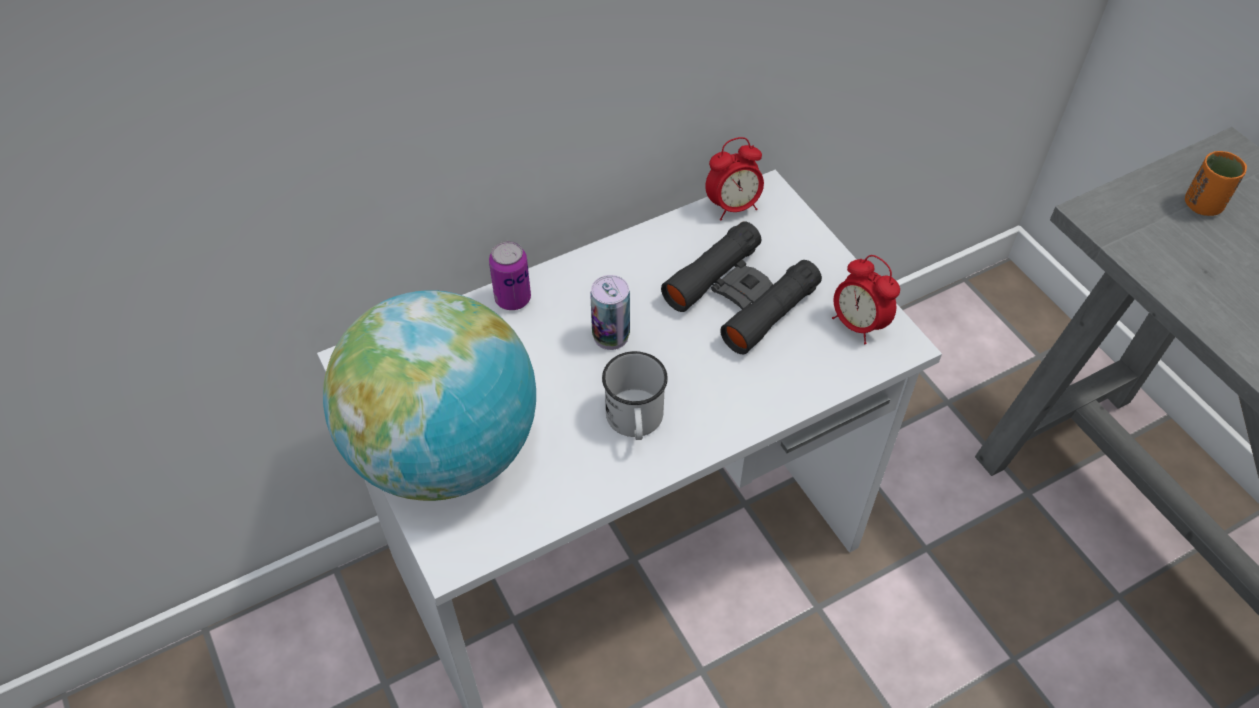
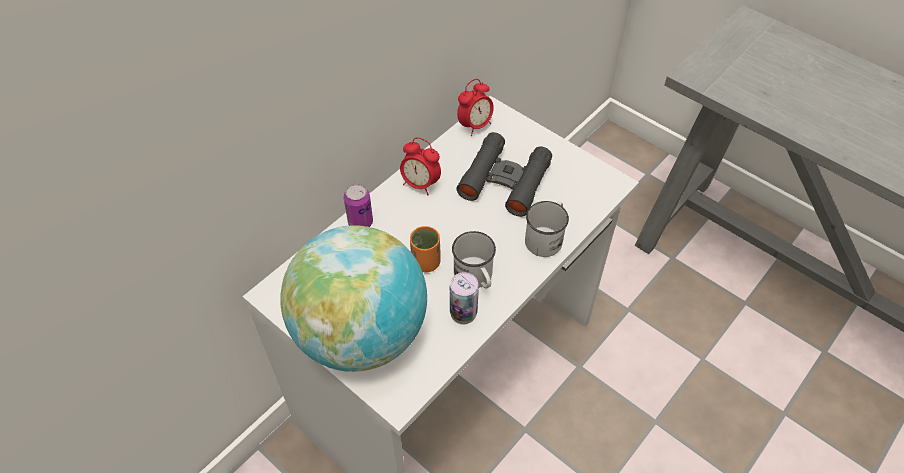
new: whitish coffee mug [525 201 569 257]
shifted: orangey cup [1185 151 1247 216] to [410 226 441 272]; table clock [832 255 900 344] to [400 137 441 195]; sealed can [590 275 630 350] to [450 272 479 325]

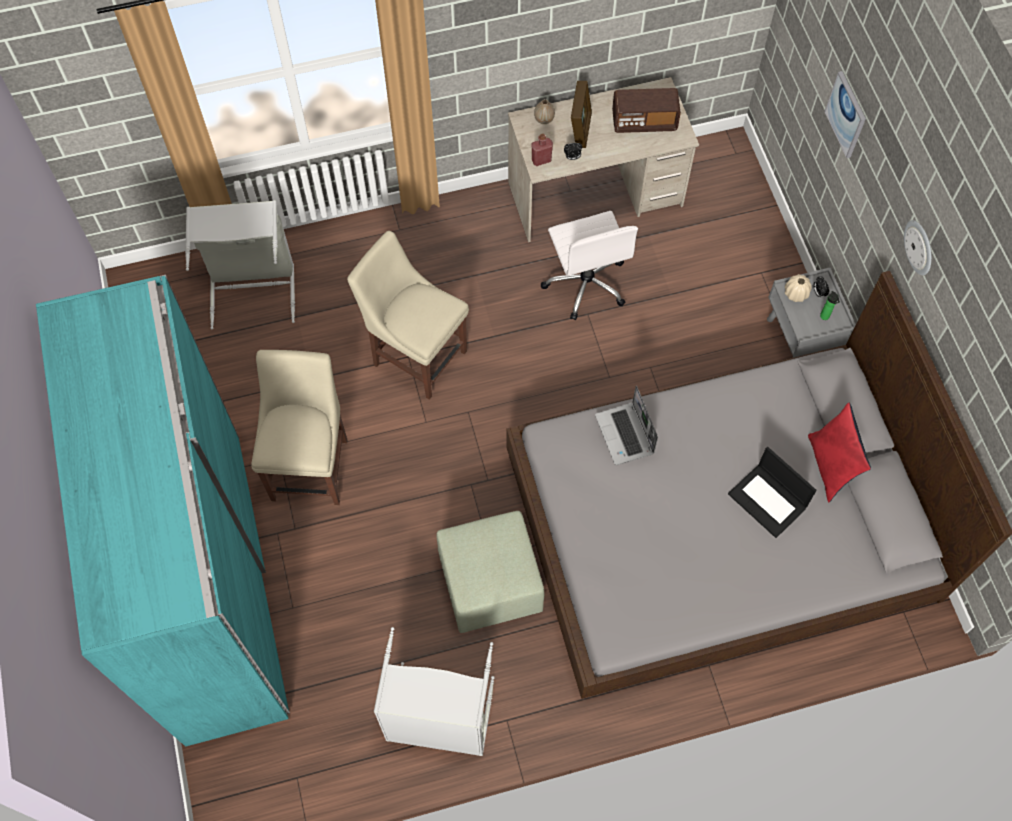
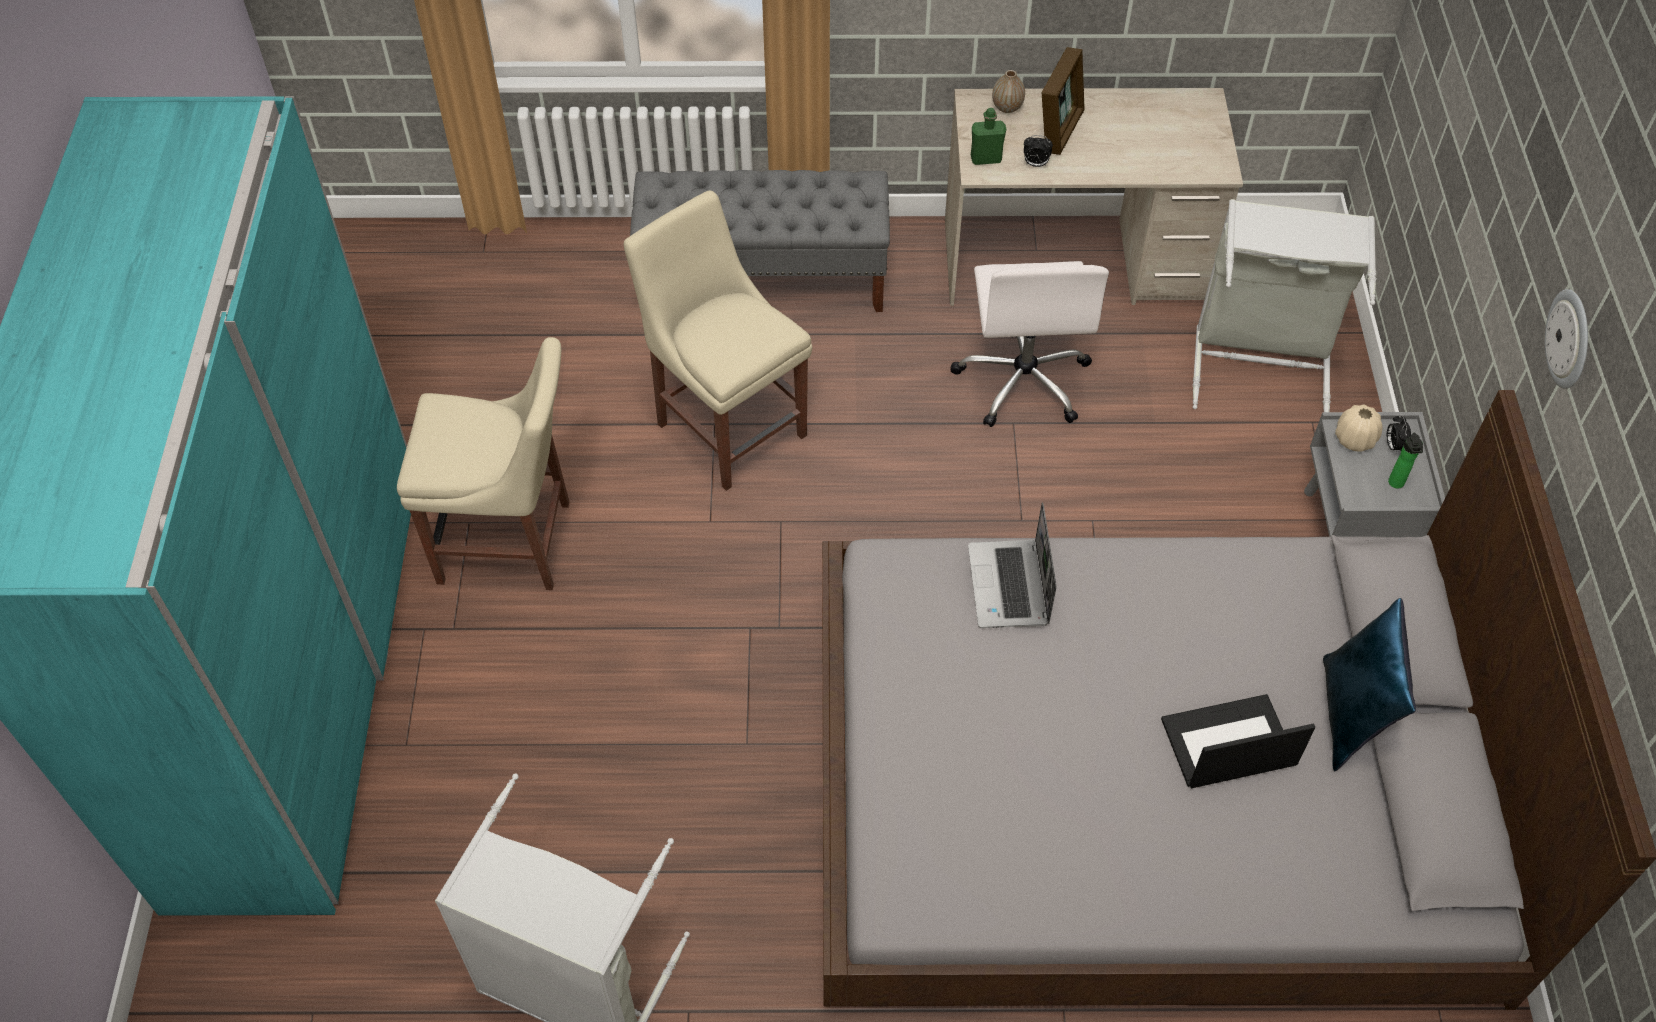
gone: wall picture [824 71 866 158]; radio receiver [612 88 681 133]; green footrest [436 511 544 633]
new: gray indoor bench [630 170 890 312]
shifted: gray washing basket [185 200 295 329] to [1192 199 1377 412]
repainted: reddish bottle [532 134 553 166] to green bottle [971 108 1006 165]; reddish cushion [808 403 871 502] to bluish cushion [1323 598 1416 771]
rotated: sand-coloured upright chair [251 350 348 505] = [397 337 569 590] 75 degrees clockwise; portable computer [728 447 817 538] = [1161 694 1315 788] 105 degrees clockwise

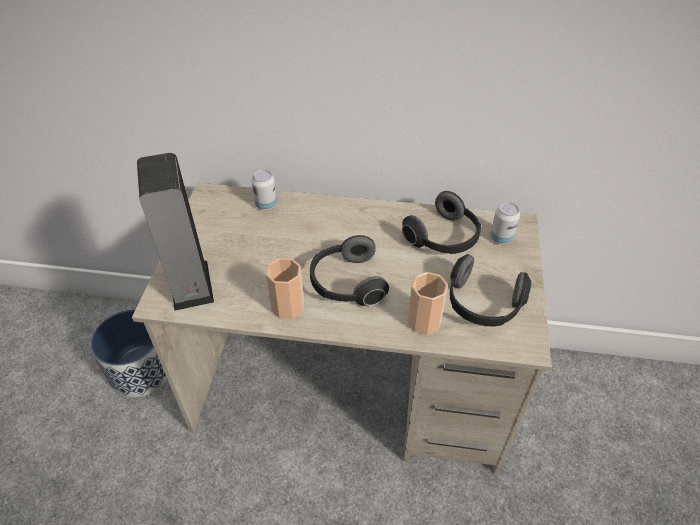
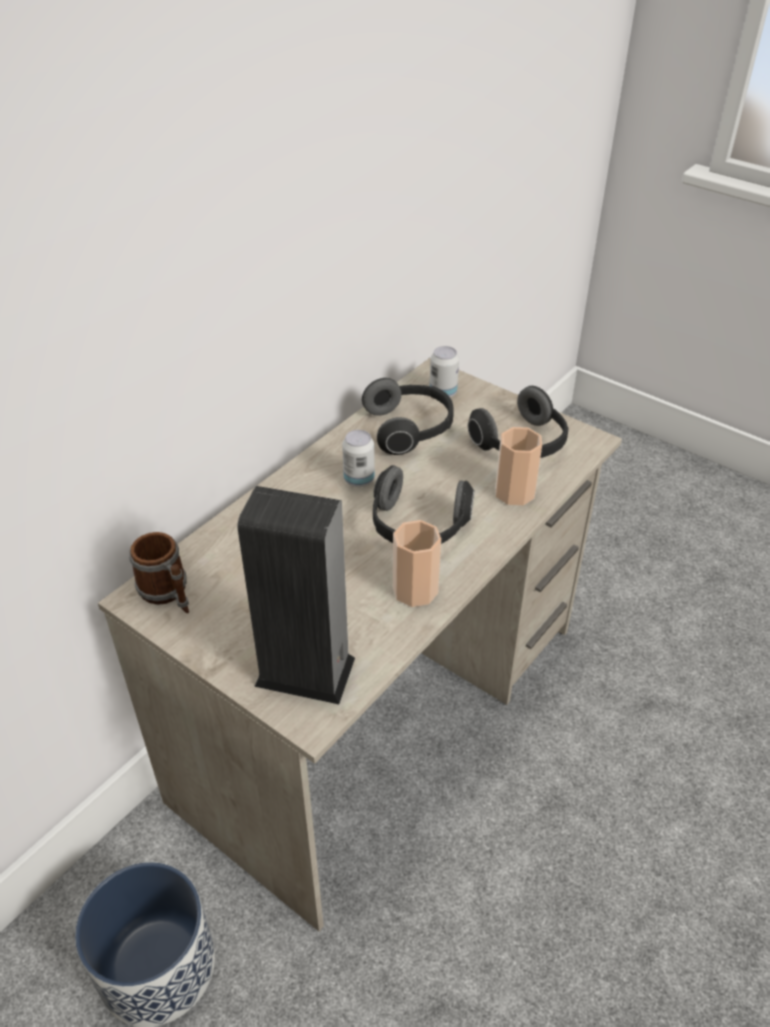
new: coffee mug [129 532 189 613]
shifted: sealed can [252 170 277 210] to [342 430 375 487]

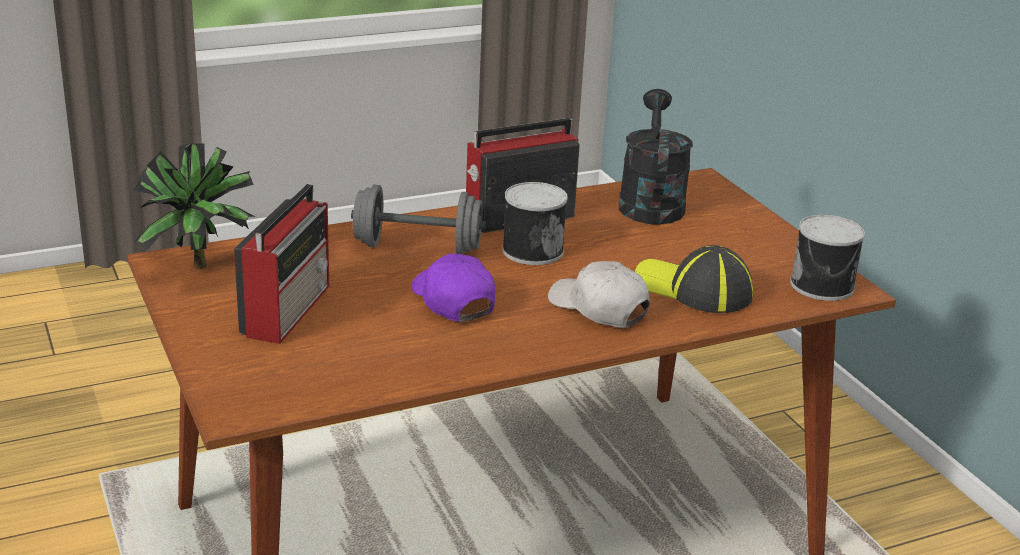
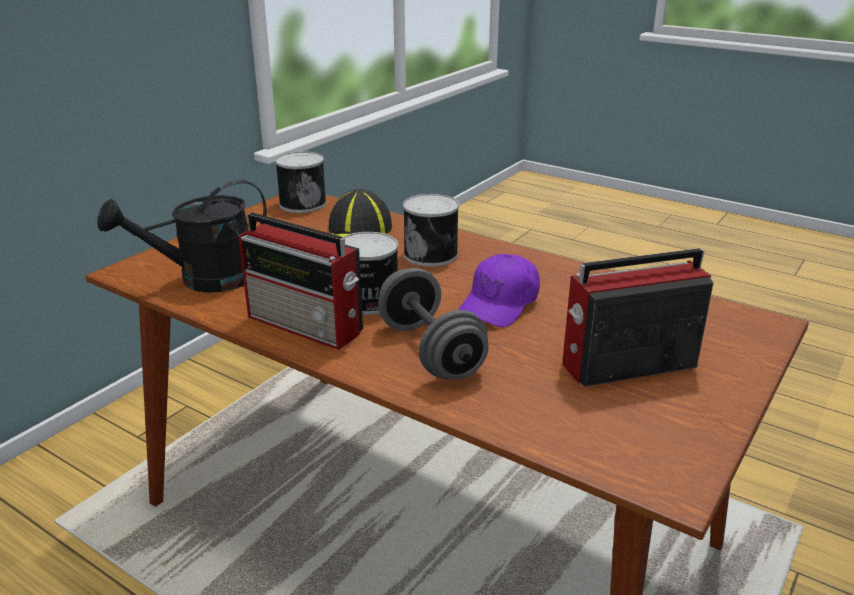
gone: houseplant [132 143 255 269]
swapped: whitish cap [548 261 650 328] to sealed can [403 194 459 267]

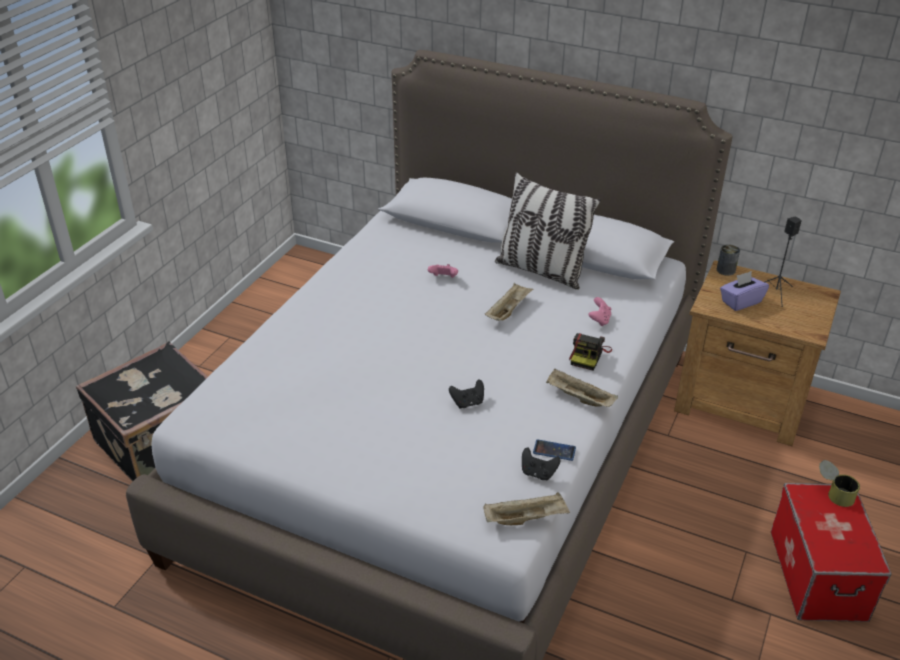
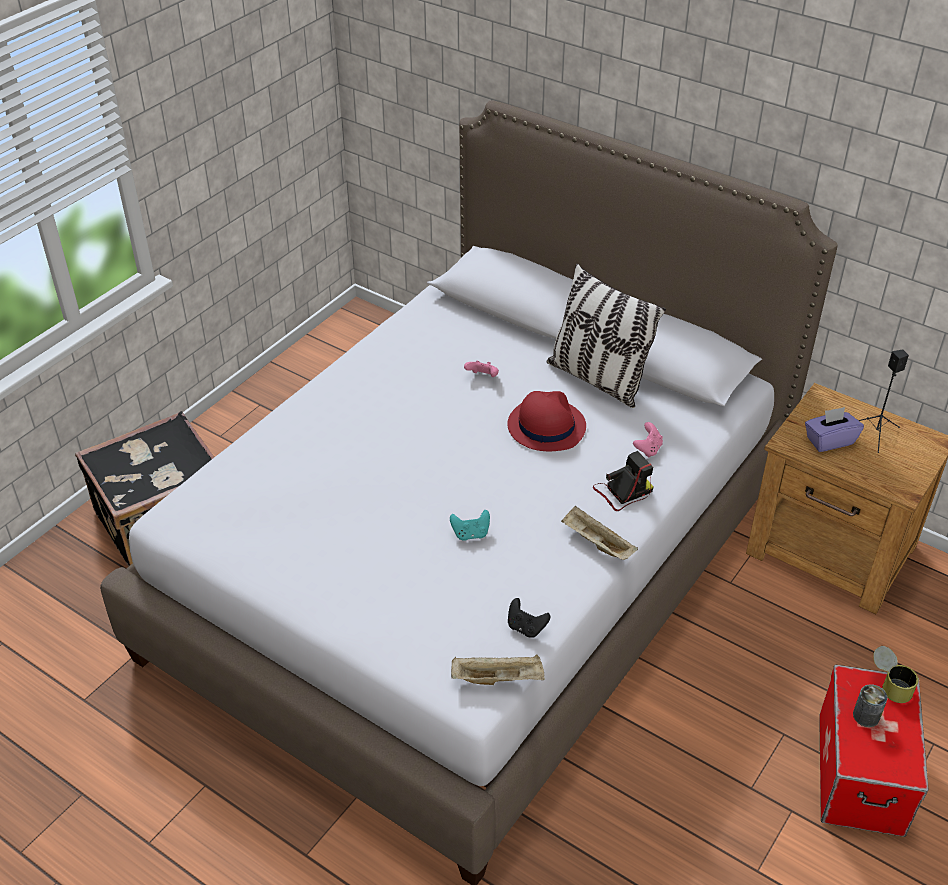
gone: telephone [533 439 576 461]
shifted: sealed can [717 244 740 276] to [853 684 888 727]
swapped: sand-coloured tray [485 283 533 321] to reddish clothing hat [507 391 586 451]
repainted: blackish joypad [449 379 484 408] to blue-green joypad [450 510 490 541]
rotated: still camera [569 333 612 371] = [593 451 654 511] 150 degrees counterclockwise

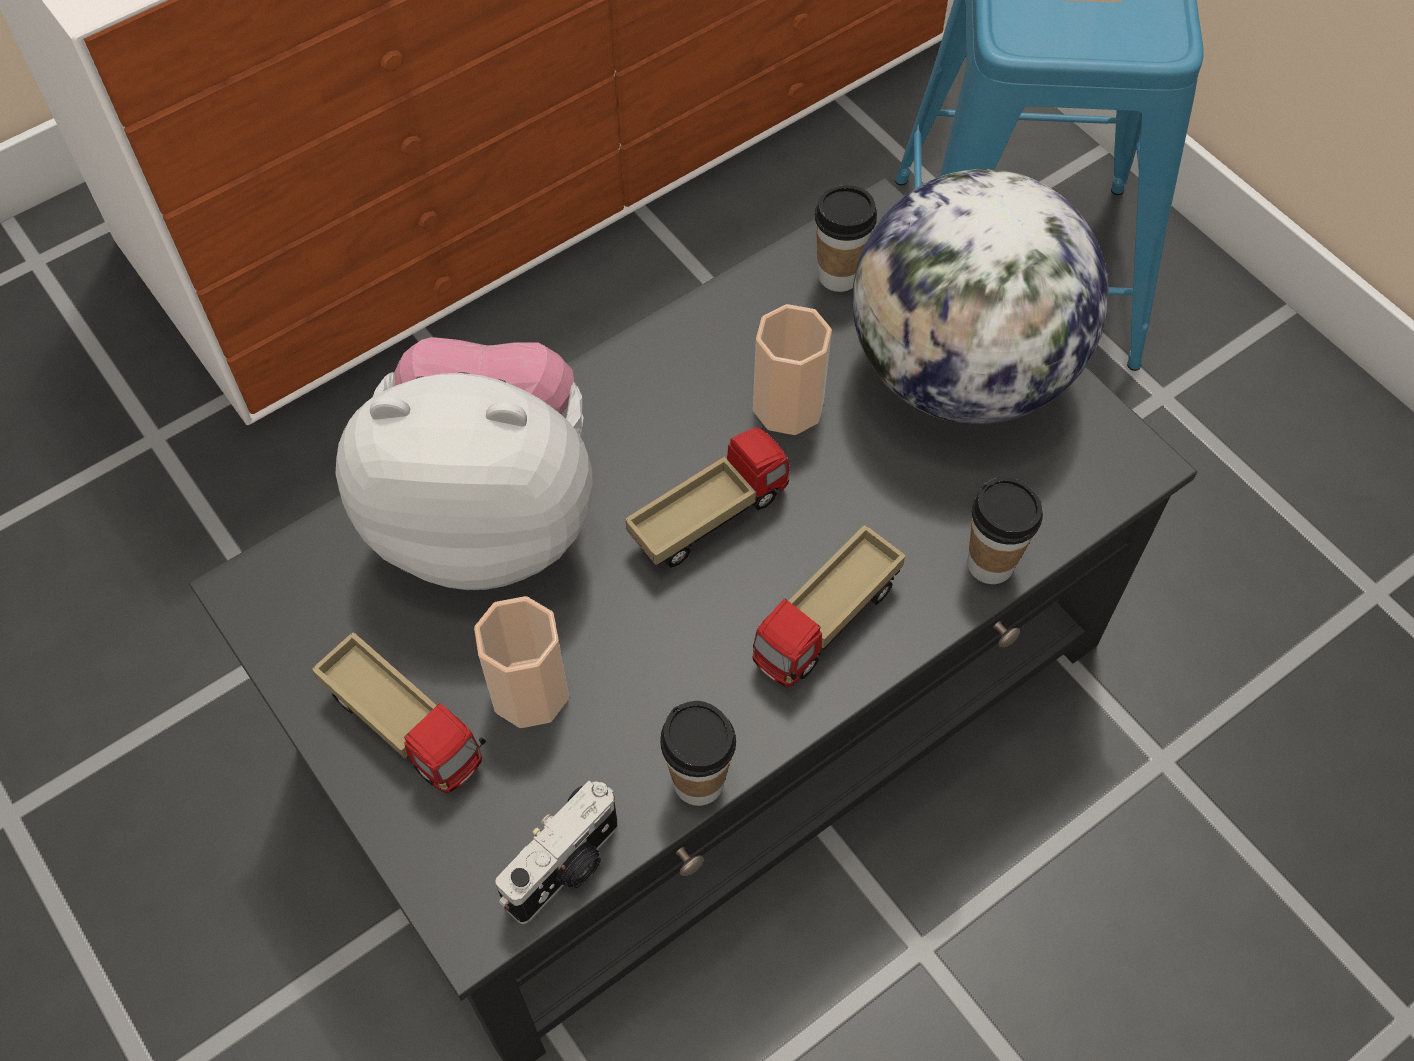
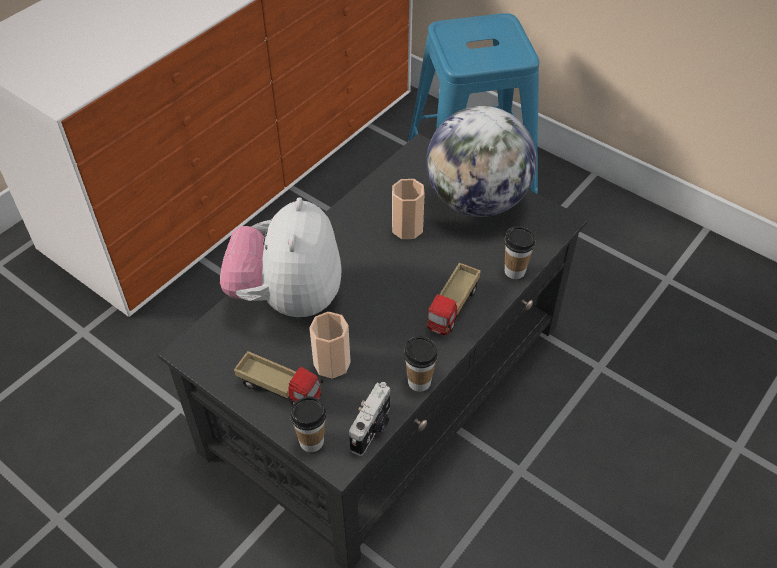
gone: toy truck [626 427 790 568]
shifted: cup [815 185 877 292] to [290 396 326 452]
rotated: soft toy [336 337 593 590] = [220 197 341 317] 75 degrees counterclockwise

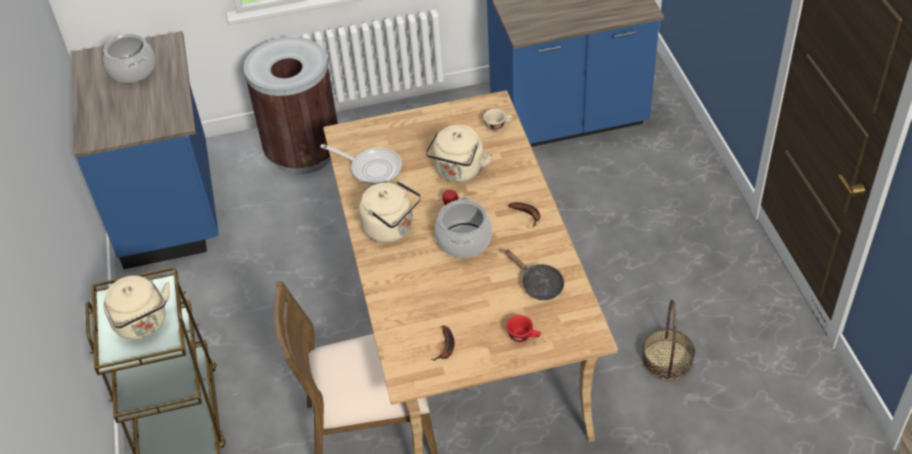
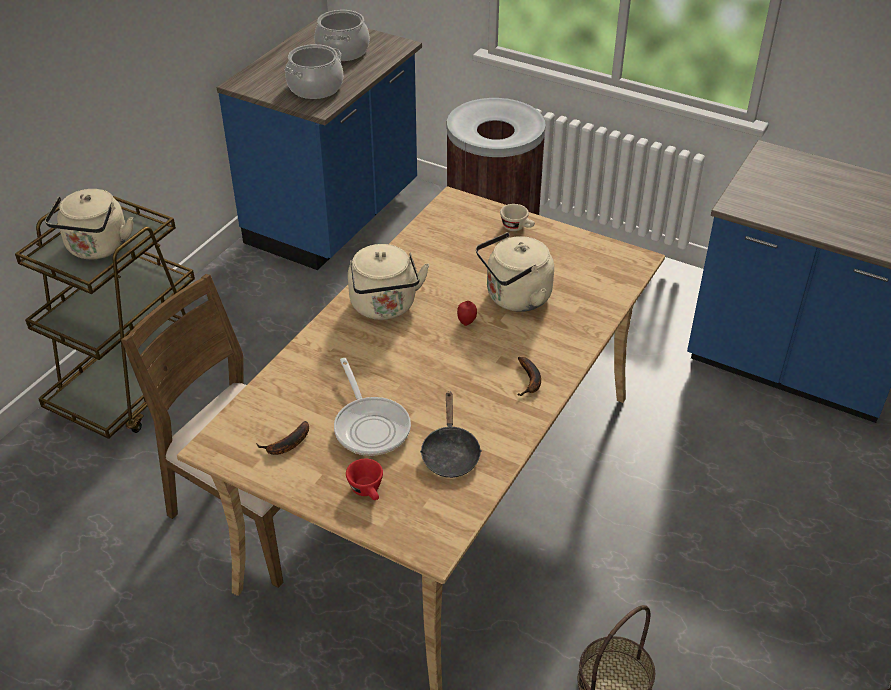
shifted: sand-coloured cup [483 109 513 131] to [500 204 535 231]; skillet [320 144 402 185] to [334 358 411 456]; cooking pot [435 197 492 258] to [285 44 343 99]

